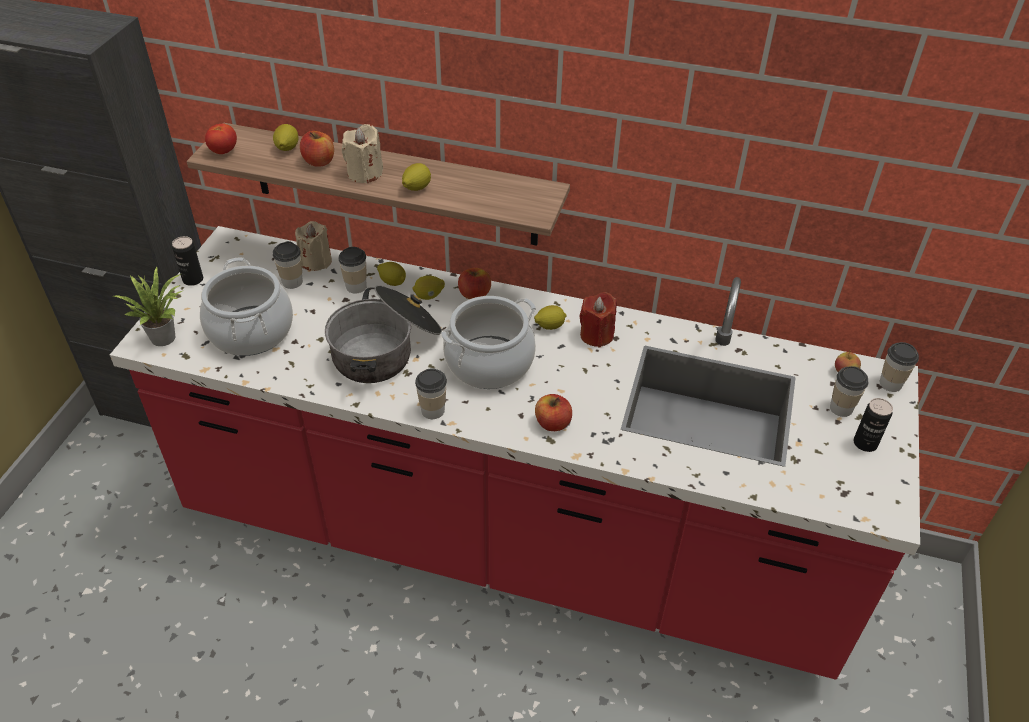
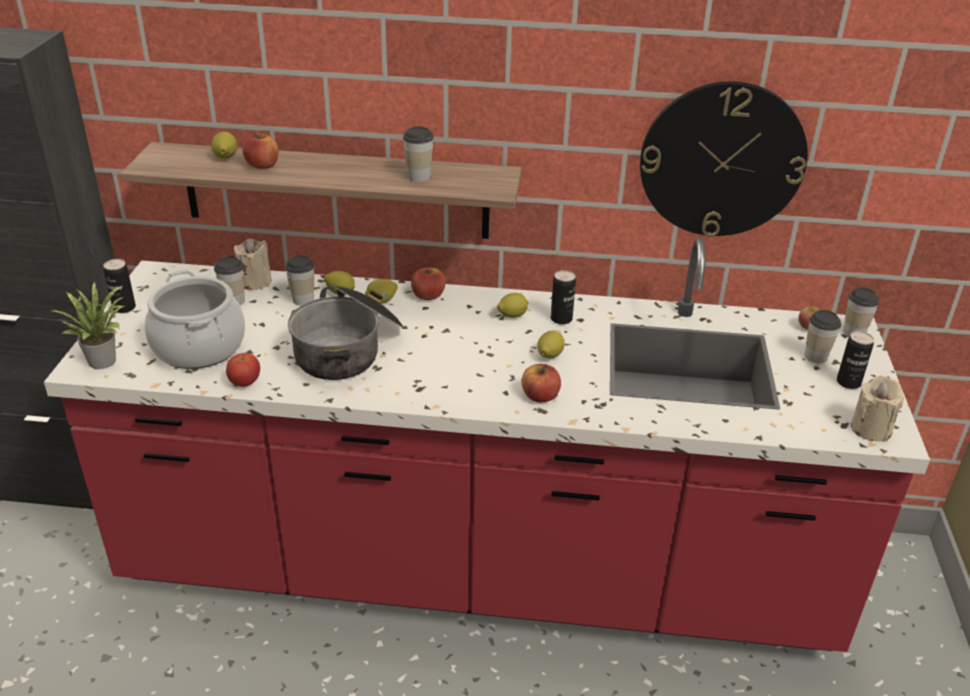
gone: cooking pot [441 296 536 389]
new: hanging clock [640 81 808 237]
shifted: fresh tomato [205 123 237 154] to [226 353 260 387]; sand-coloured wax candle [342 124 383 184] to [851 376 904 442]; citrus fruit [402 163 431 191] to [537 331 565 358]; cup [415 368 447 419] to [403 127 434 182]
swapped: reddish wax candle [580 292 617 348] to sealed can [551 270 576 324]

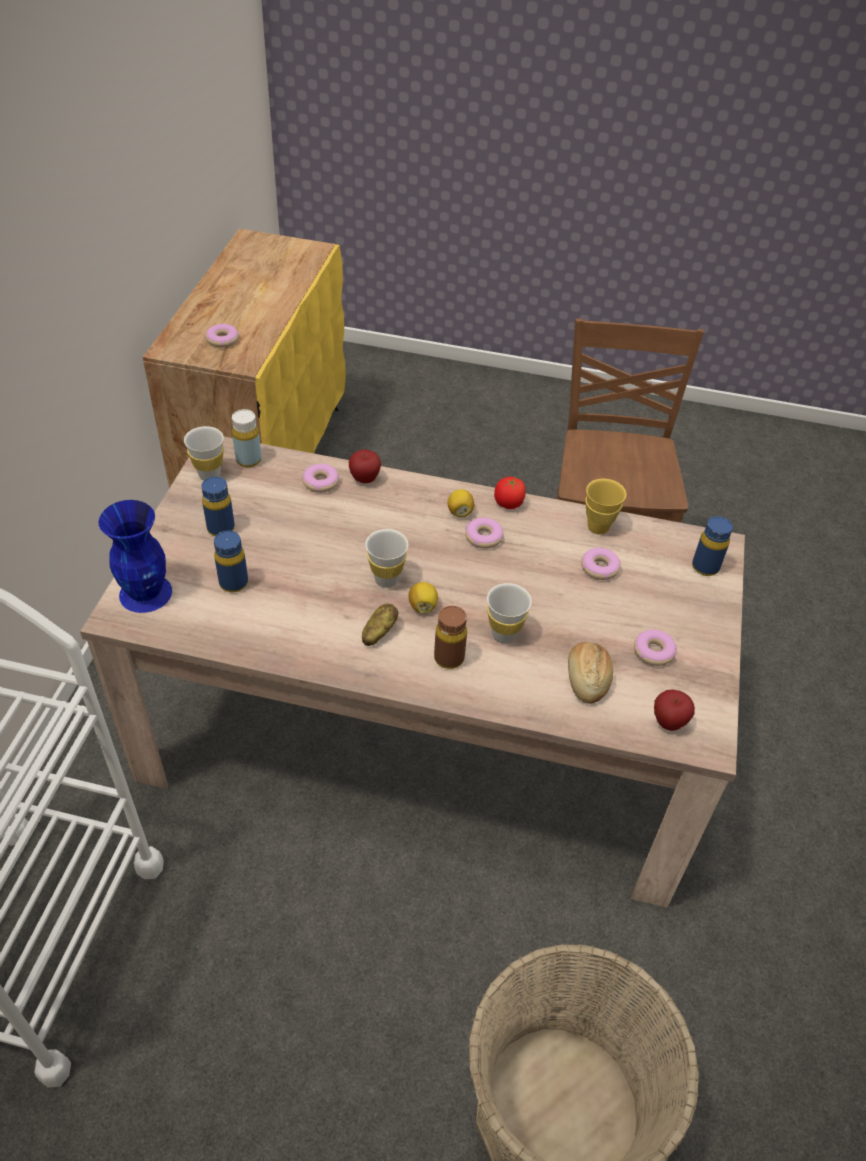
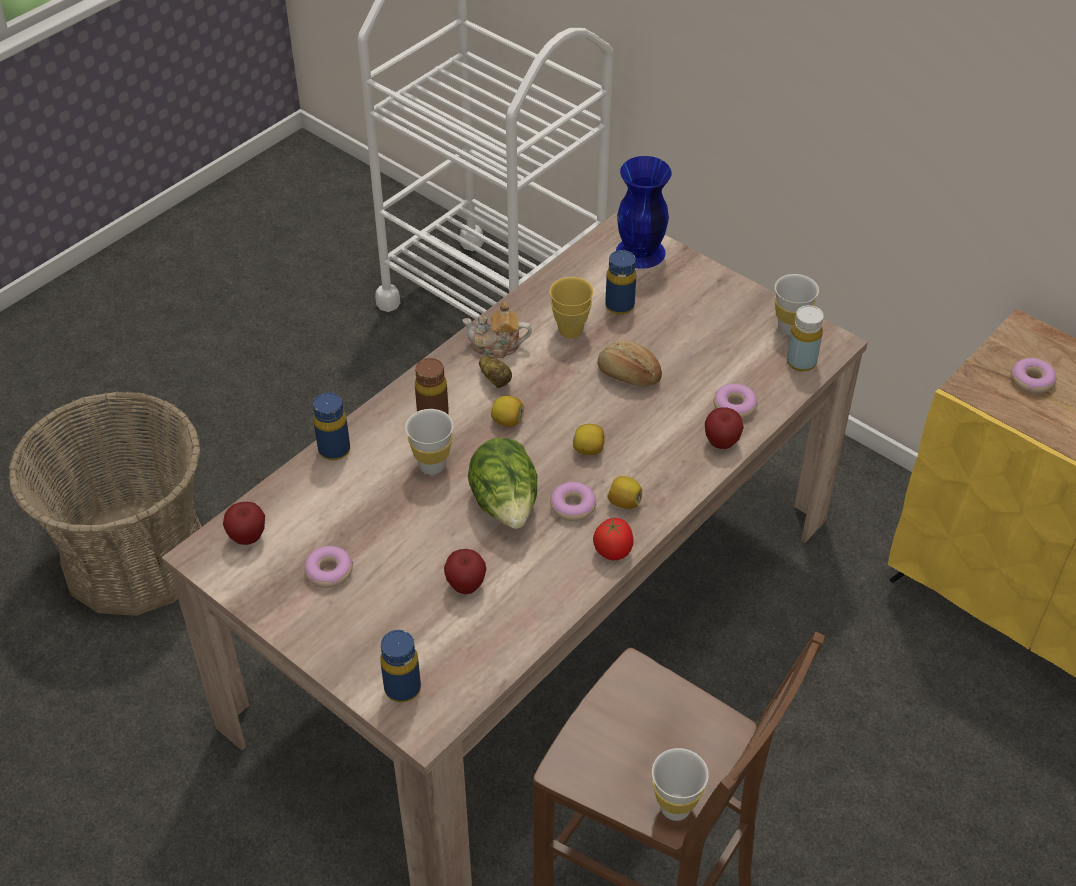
new: teapot [462 302 532 358]; citrus fruit [573 424 605 455]; lettuce head [468 438 537 529]
shifted: bluish bottle [201 477 235 536] to [313 392 350 461]; yellow cup [585 479 626 534] to [550 277 594 338]; whitish cup [365 529 408 588] to [652 748 709 821]; baked bread [568 642 613 704] to [598 341 662 386]
swapped: donut [581 548 621 580] to apple [444 549 487 594]

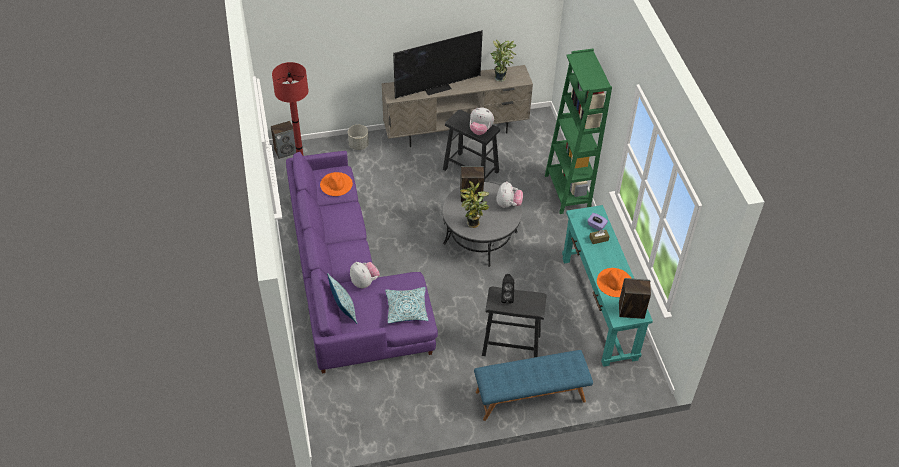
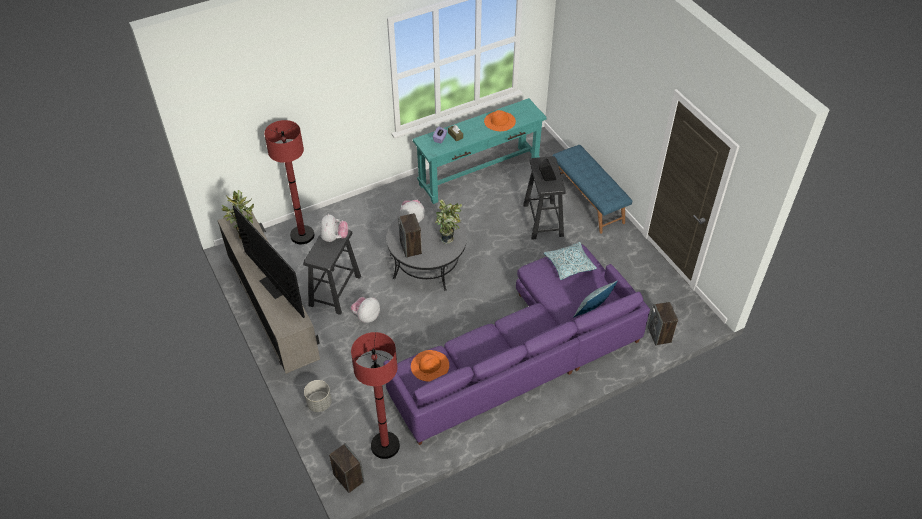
gone: green shelving unit [545 49 612 214]
new: reddish standing lamp [264 120 314 244]
shifted: soft toy [350 262 380 288] to [351 297 380 323]; audio speaker [619 278 651 319] to [648 302 678 346]

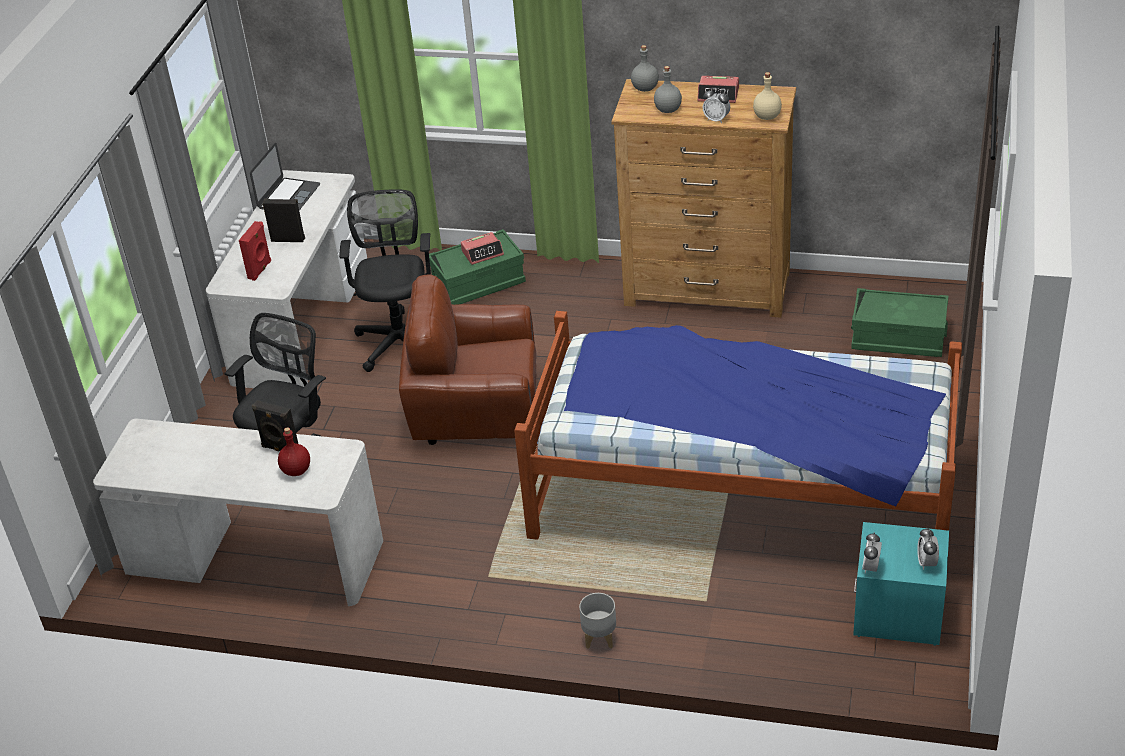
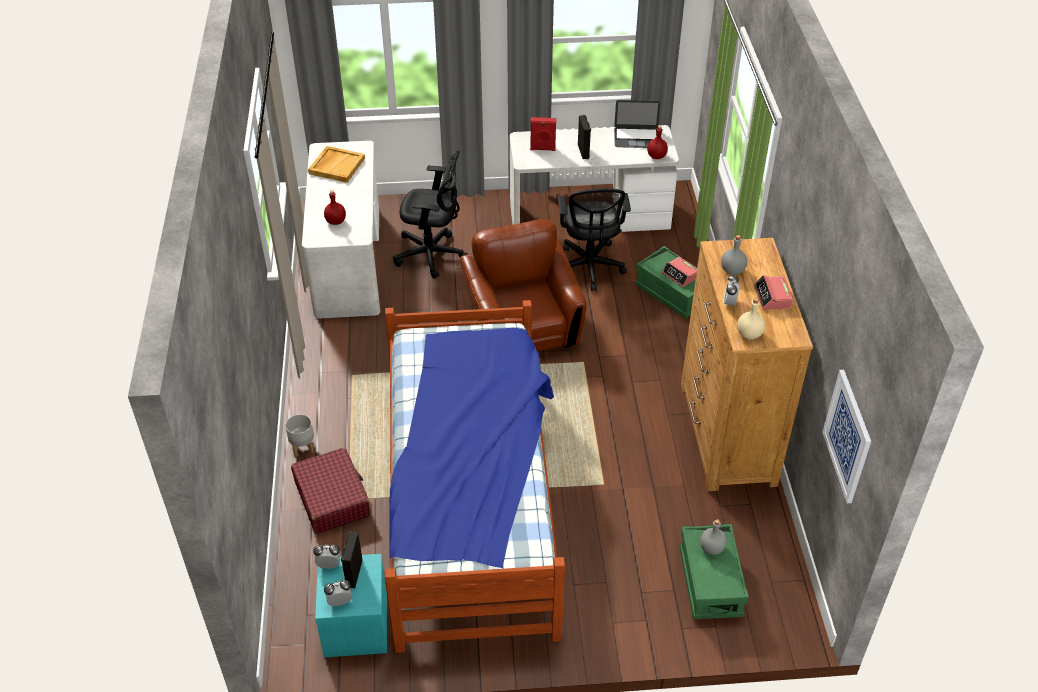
new: reddish bottle [647 126 668 159]; sand-coloured tray [308 146 365 183]; wall picture [822 370 871 503]; reddish suitcase [291 447 370 534]
shifted: gray bottle [631 45 659 92] to [700 519 727 555]; blackish audio speaker [252 400 298 451] to [341 531 363 588]
rotated: blackish office chair [339 189 431 372] = [558 189 631 291] 105 degrees clockwise

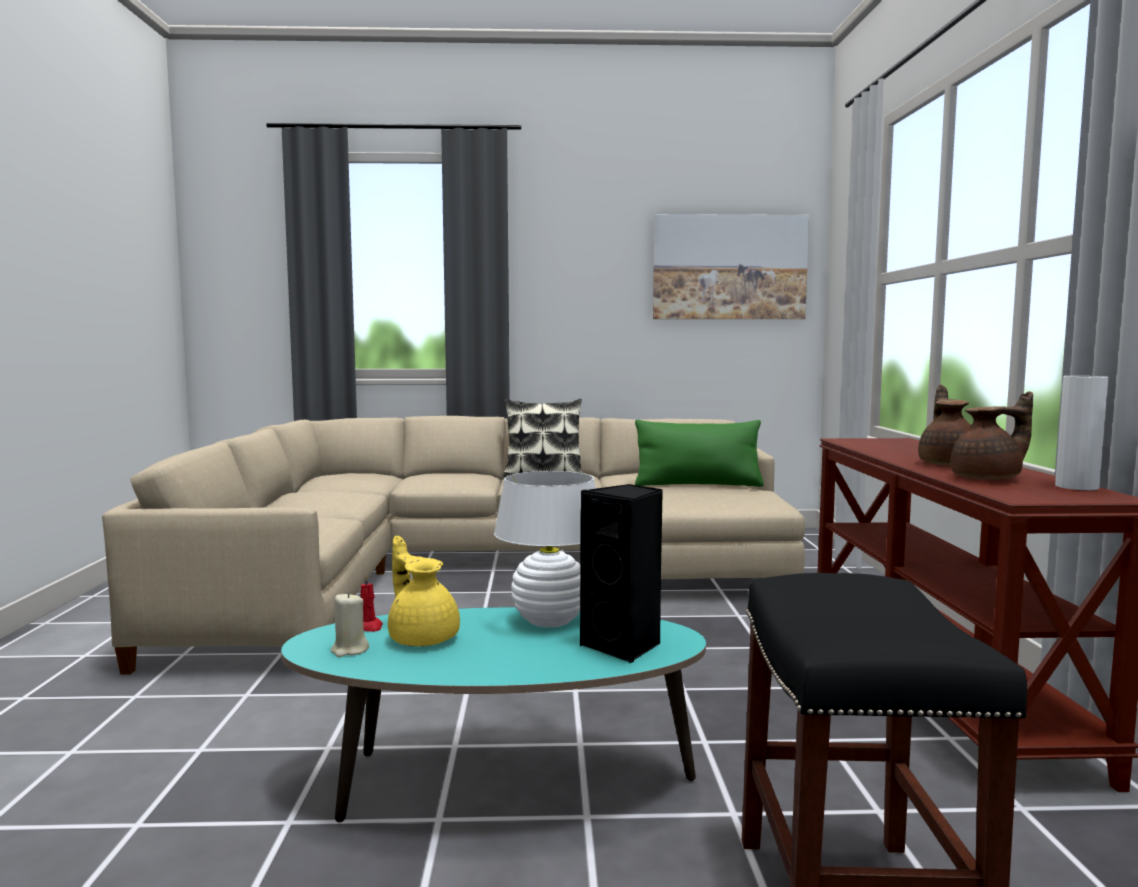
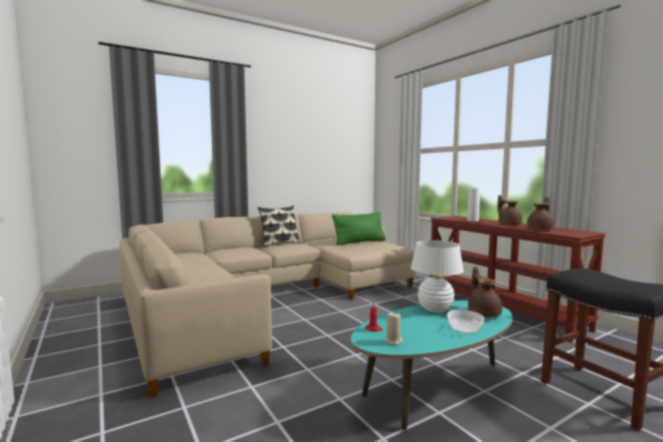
gone: wall picture [653 214 809 319]; yellow teapot [388 536 460 646]
new: serving bowl [447 310 484 333]
shifted: whitish vase [1055 376 1109 490] to [467 188 480 221]
swapped: blackish audio speaker [580 484 663 663] to brownish teapot [468 267 502 318]

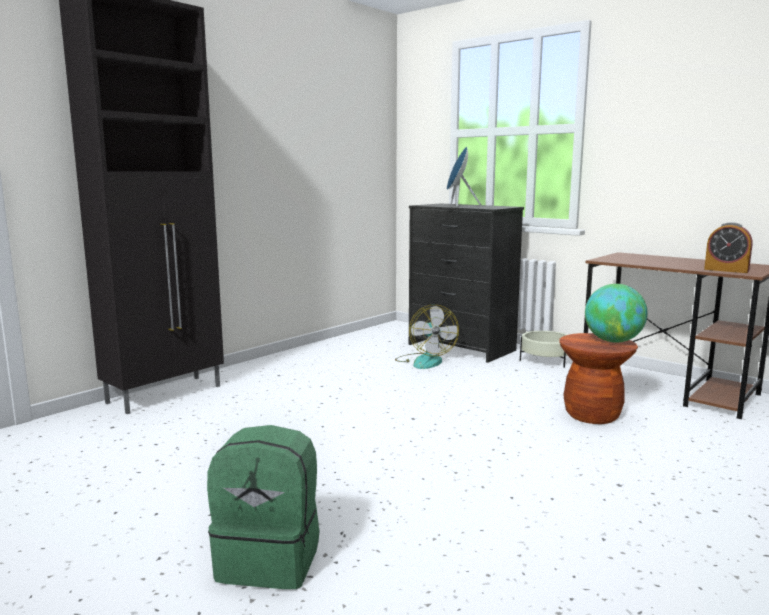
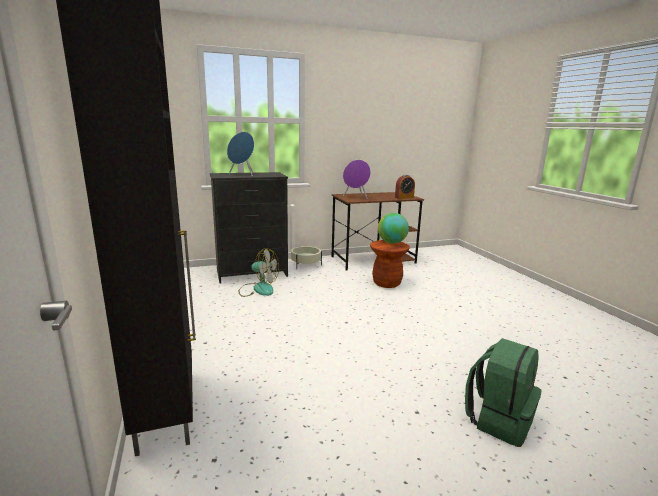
new: purple audio speaker [343 160 371 199]

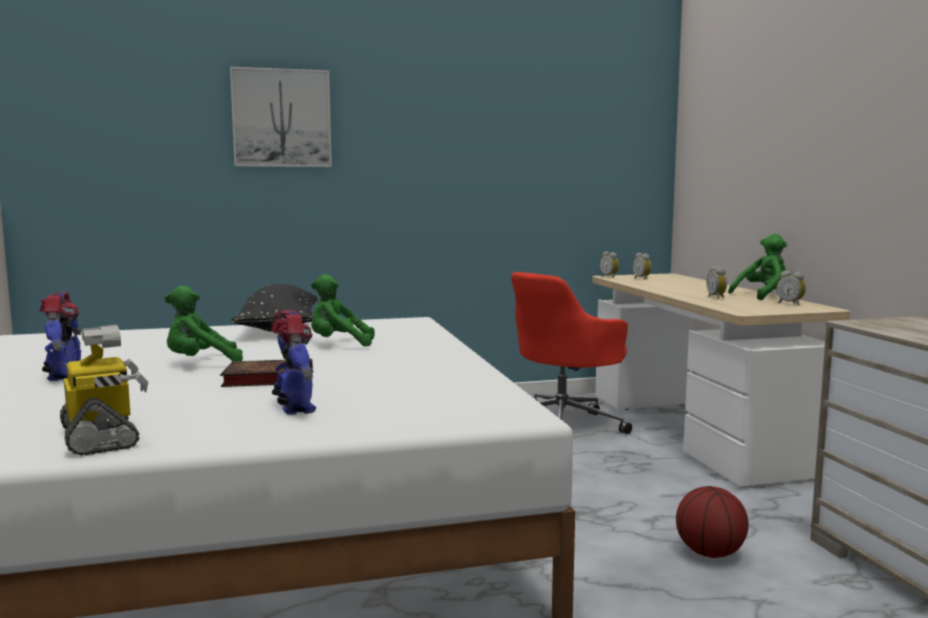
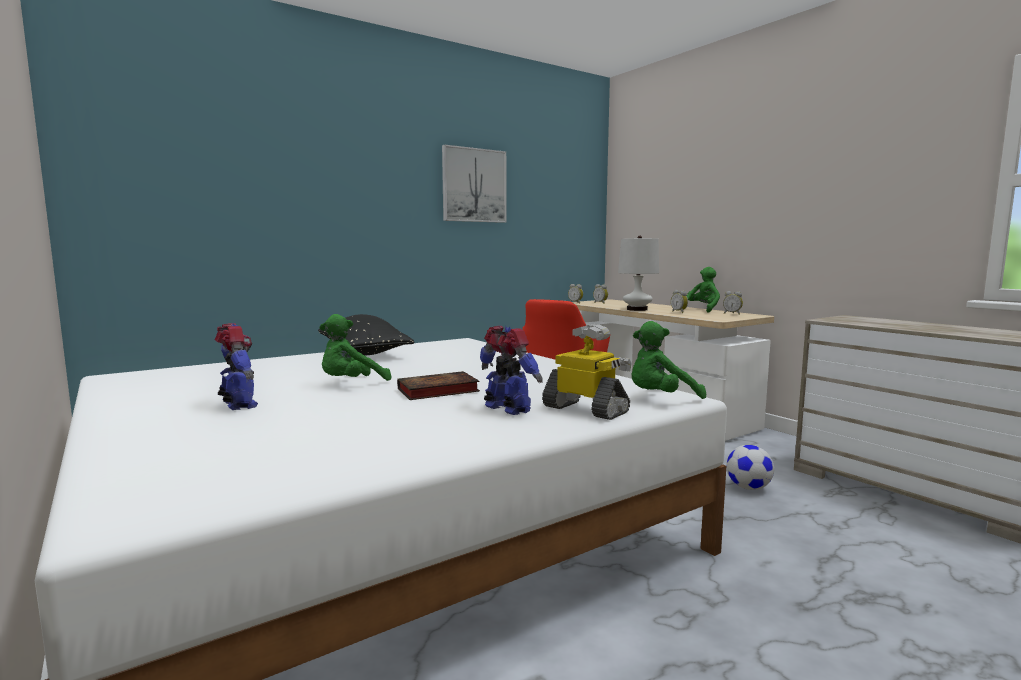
new: whitish tabletop lamp [618 236 659 311]
shifted: wall picture [230 67 332 167] to [442 145 506 223]; green soft toy [311 274 375 347] to [631 321 706 399]; toy robot [60 325 148 456] to [542 324 632 420]
swapped: ball for basketball [676 486 749 558] to ball for football [726 445 775 490]

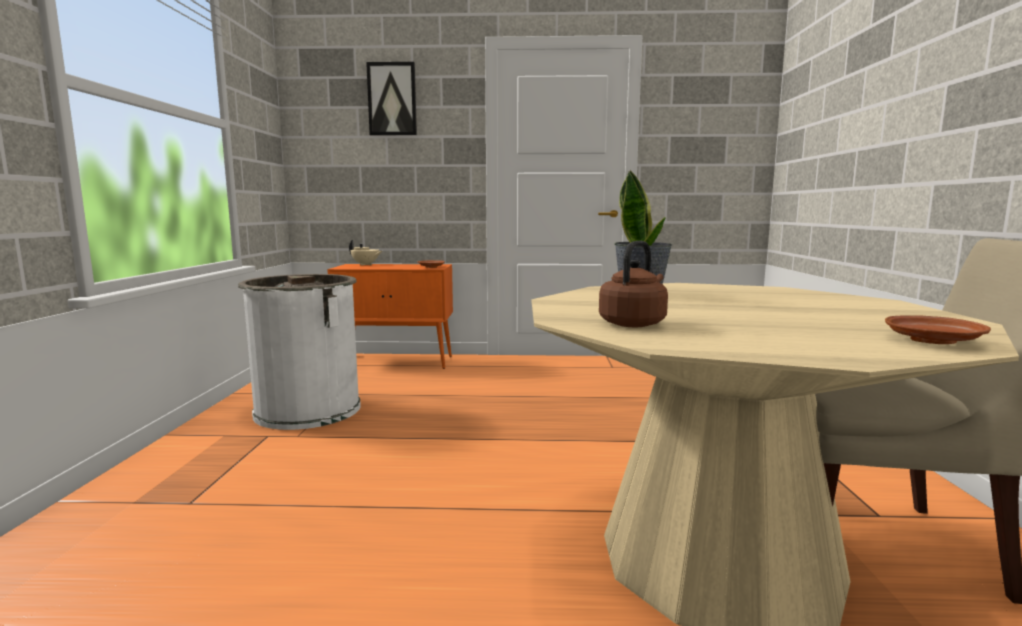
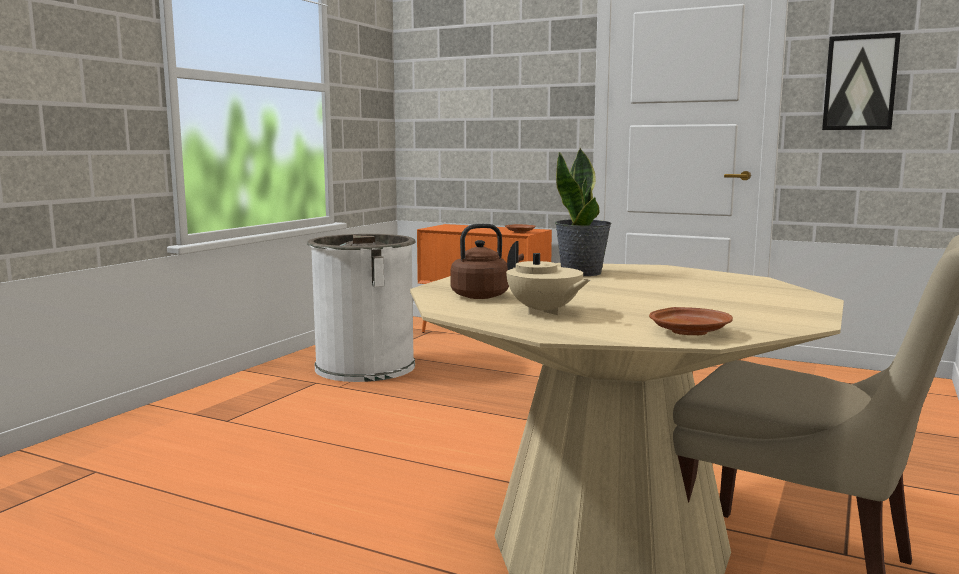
shifted: wall picture [366 62 417 135] to [822 33 901 130]; sand-coloured teapot [349 240 382 265] to [506 241 590 315]

